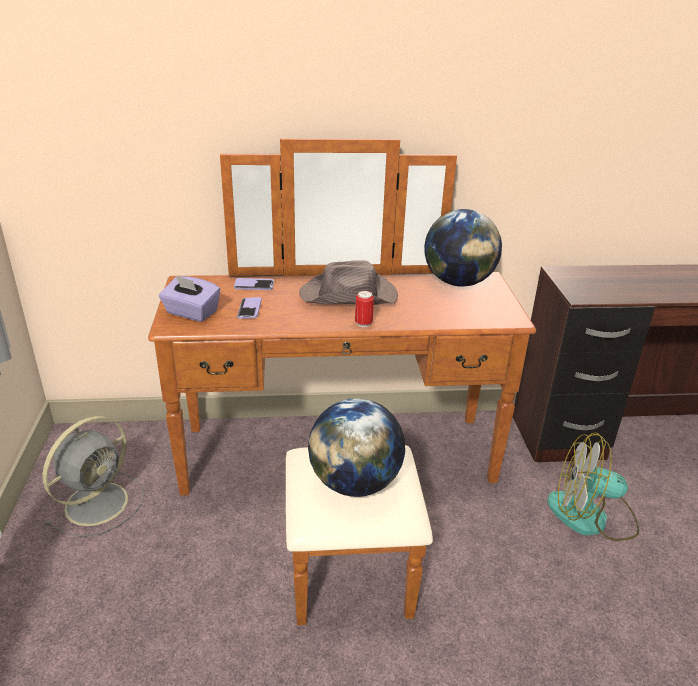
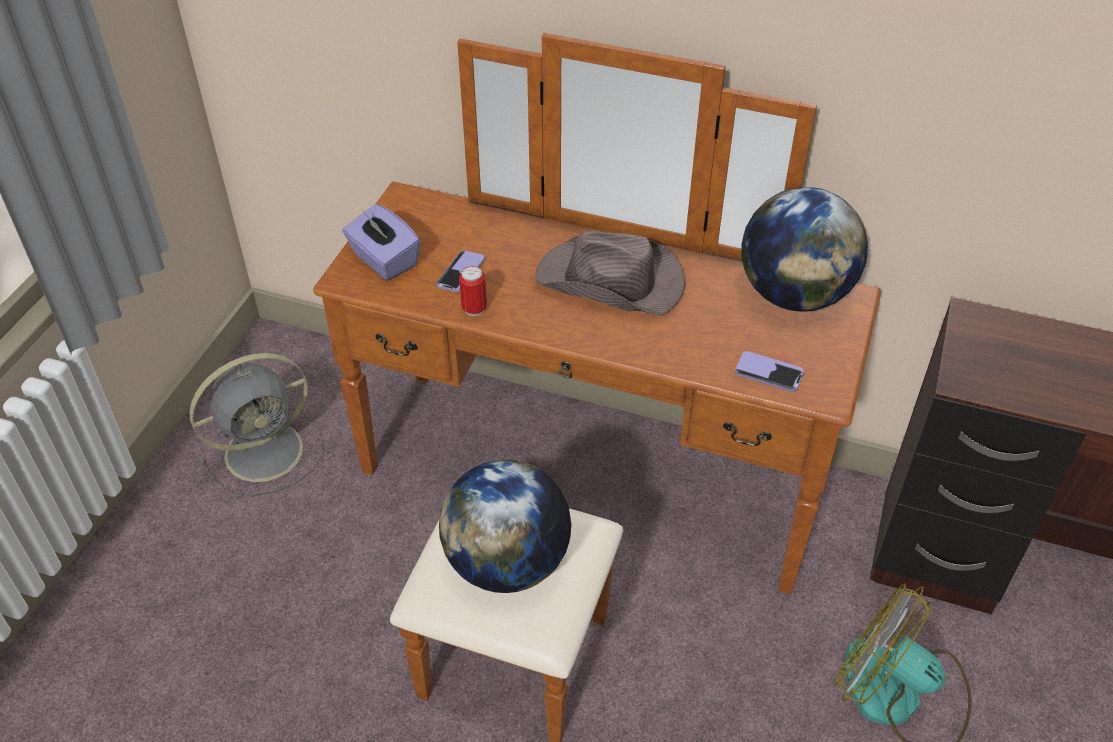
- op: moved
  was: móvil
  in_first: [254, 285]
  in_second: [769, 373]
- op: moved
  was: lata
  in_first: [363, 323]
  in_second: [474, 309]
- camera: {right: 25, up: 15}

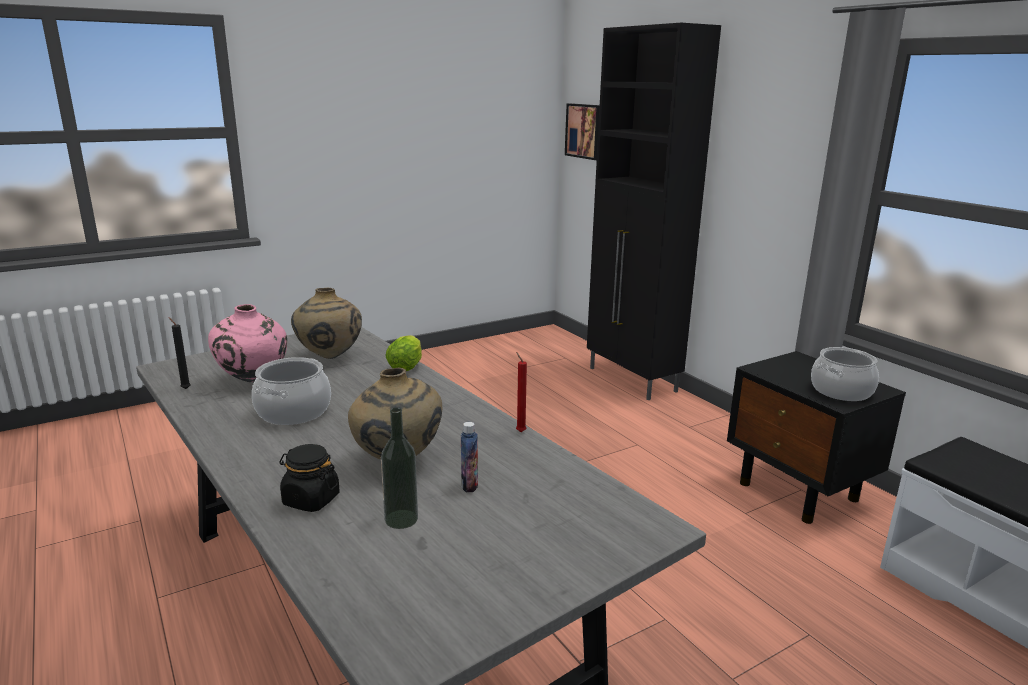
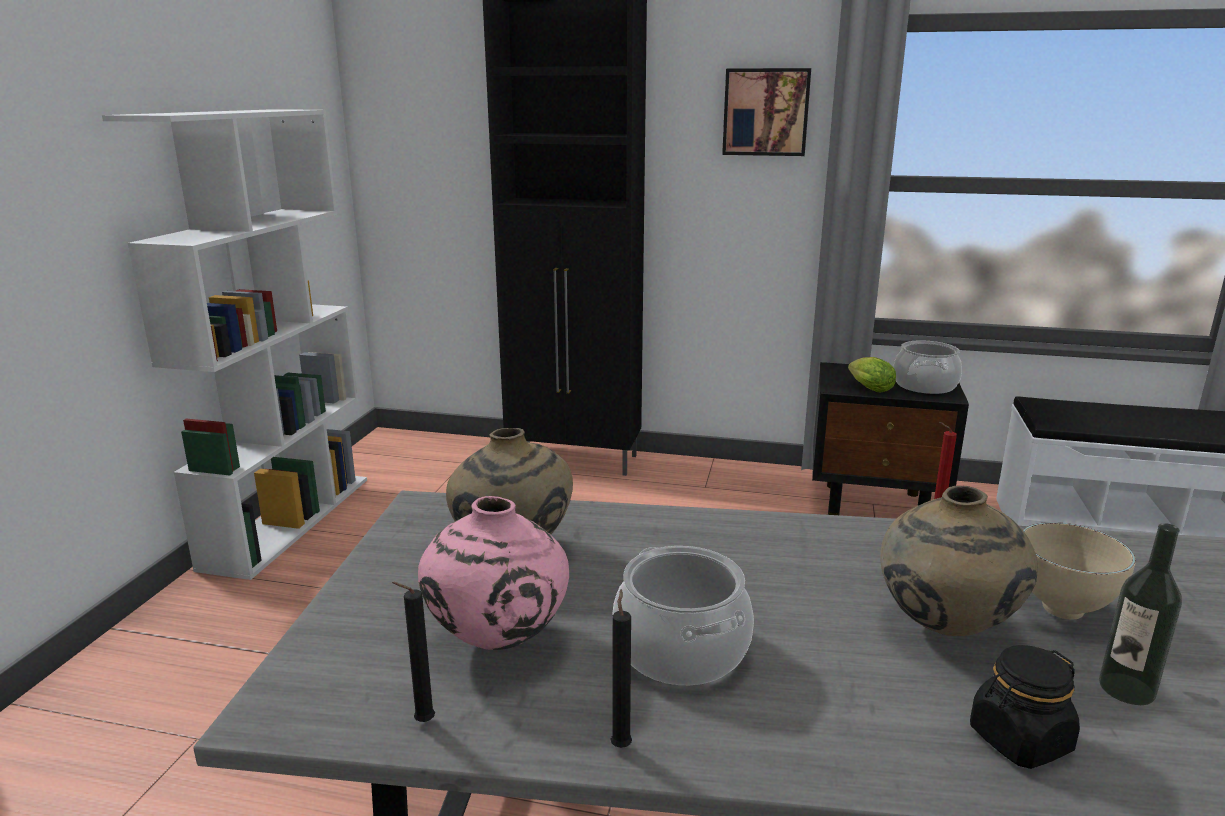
- op: added
  now: estantería (blanco)
  in_second: [288, 520]
- op: added
  now: vela (negro)
  in_second: [621, 744]
- op: moved
  was: lechuga
  in_first: [407, 366]
  in_second: [868, 388]
- op: moved
  was: cuadro
  in_first: [585, 131]
  in_second: [766, 112]
- op: replaced
  was: botella
  now: cuenco (beis)
  in_first: [469, 485]
  in_second: [1059, 610]
- camera: {right: -45, up: 0}

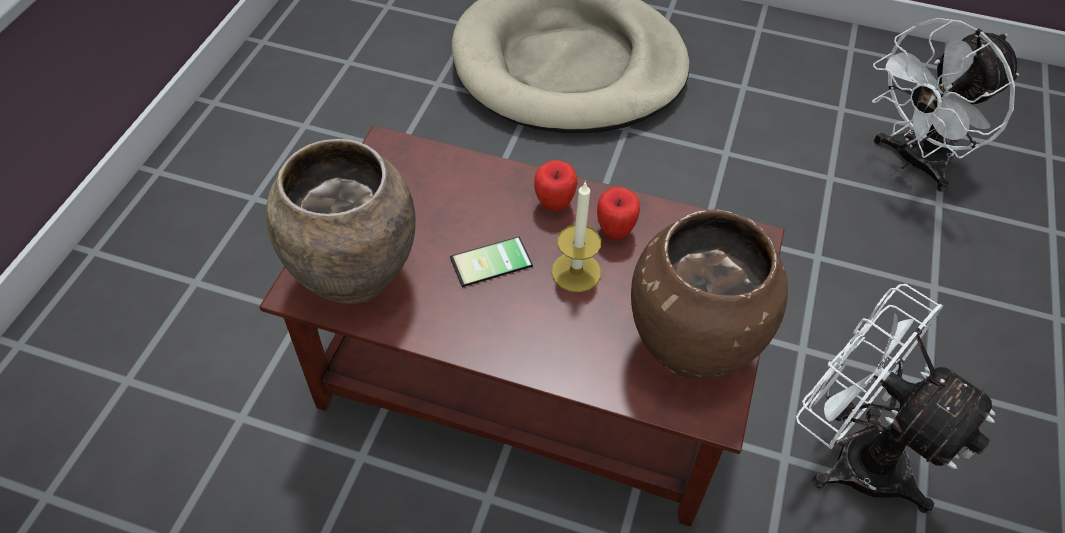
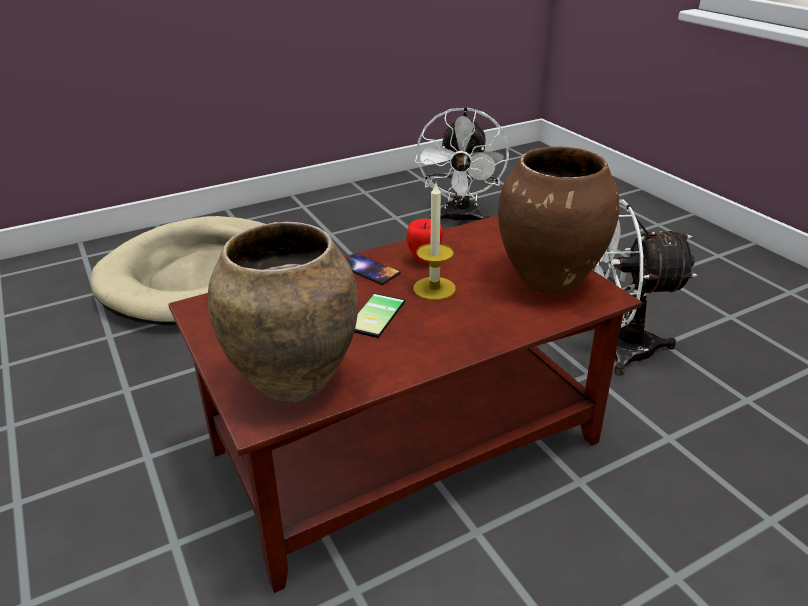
- op: replaced
  was: manzana
  now: móvil
  in_first: [554, 205]
  in_second: [369, 269]
- camera: {right: -45, up: -20}

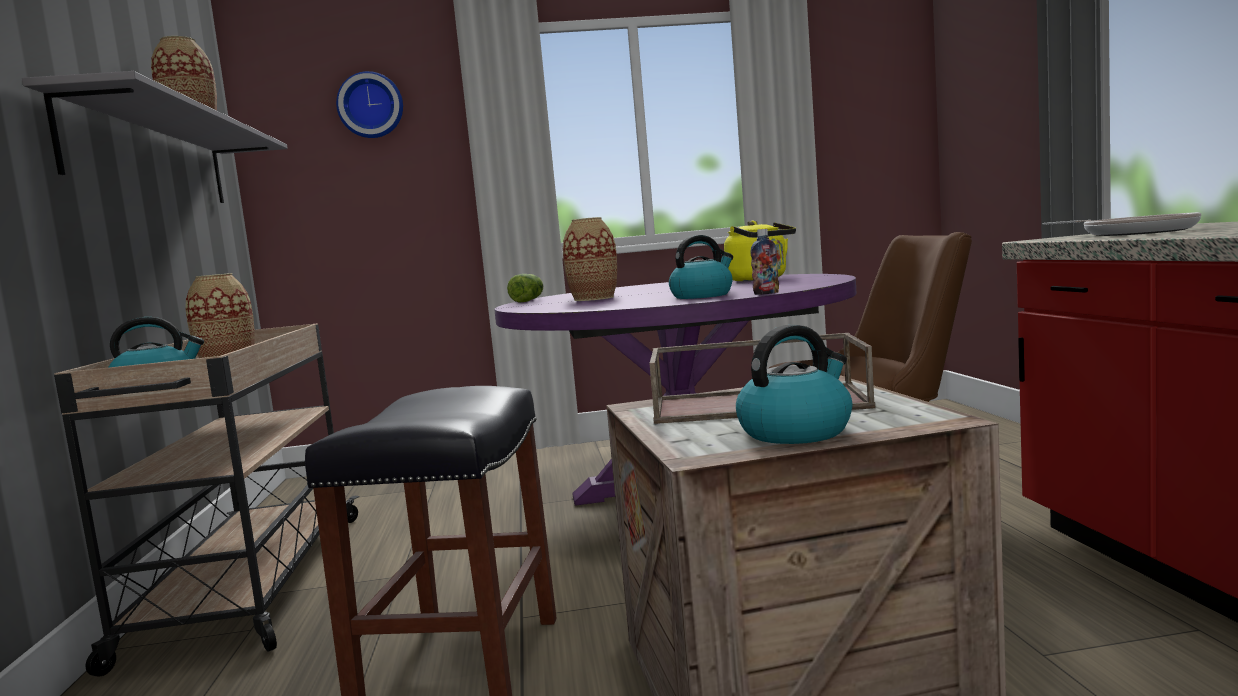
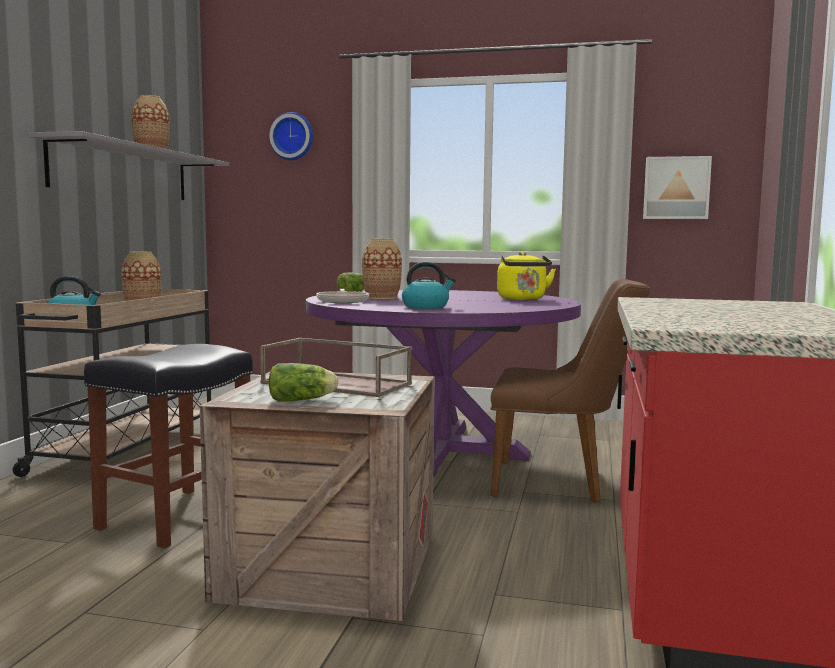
- op: removed
  was: botella
  in_first: [766, 293]
- op: added
  now: cuadro
  in_second: [676, 188]
- op: moved
  was: sartén
  in_first: [1132, 233]
  in_second: [343, 301]
- op: replaced
  was: hervidor
  now: lechuga
  in_first: [796, 431]
  in_second: [303, 400]
- camera: {right: 20, up: 0}

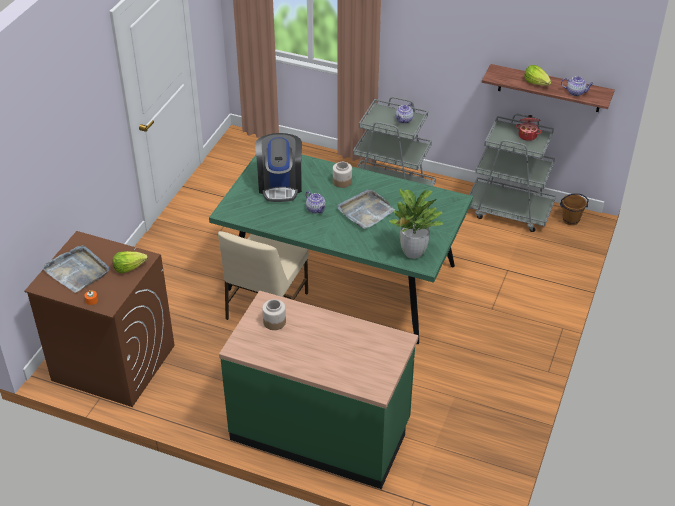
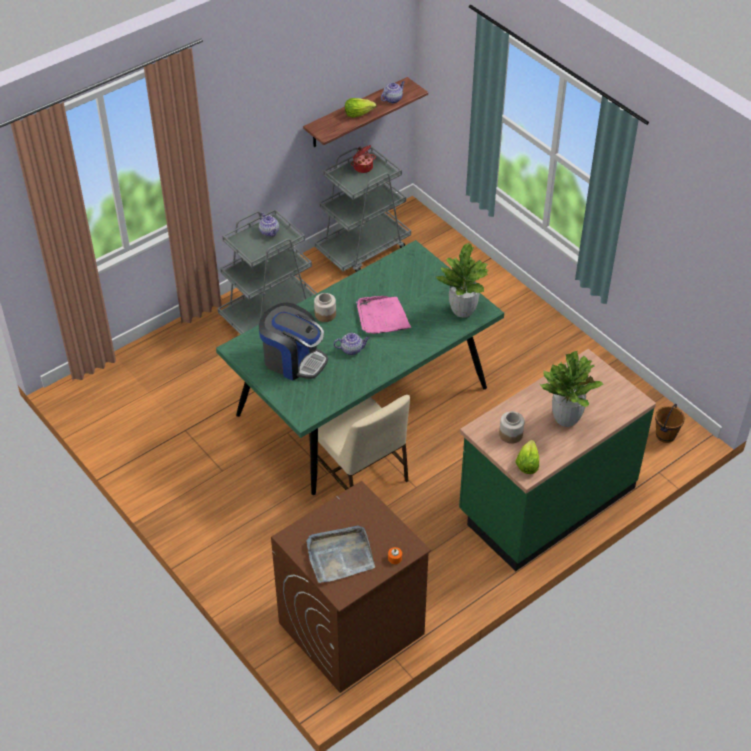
- op: added
  now: planta en maceta
  in_second: [566, 419]
- op: moved
  was: lechuga
  in_first: [129, 267]
  in_second: [527, 464]
- op: moved
  was: cubo (marrón)
  in_first: [570, 220]
  in_second: [665, 435]
- op: recoloured
  was: bandeja (gris)
  now: bandeja (rosa)
  in_first: [365, 211]
  in_second: [382, 317]
- camera: {right: -60, up: 5}

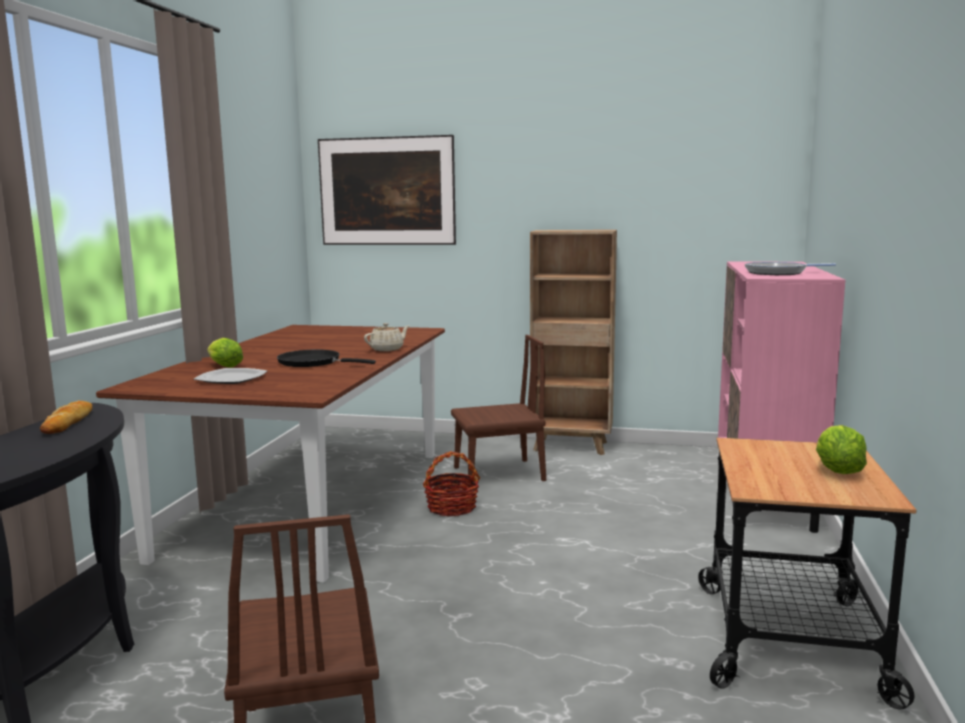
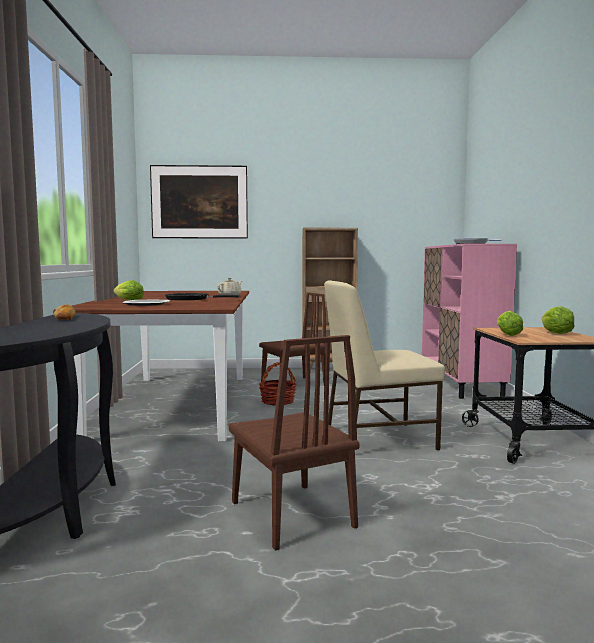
- op: added
  now: silla (beis)
  in_second: [377, 439]
- op: added
  now: lechuga
  in_second: [507, 334]
- camera: {right: -15, up: -5}

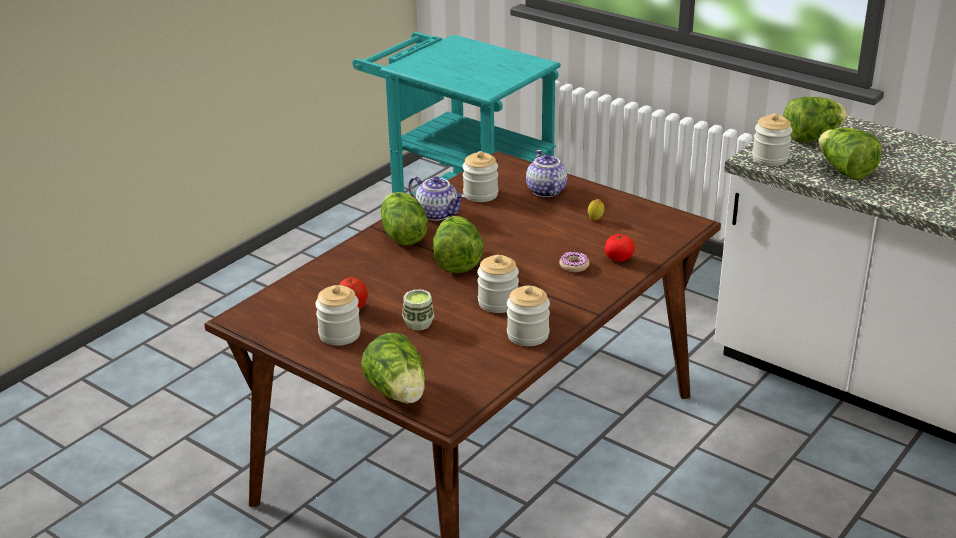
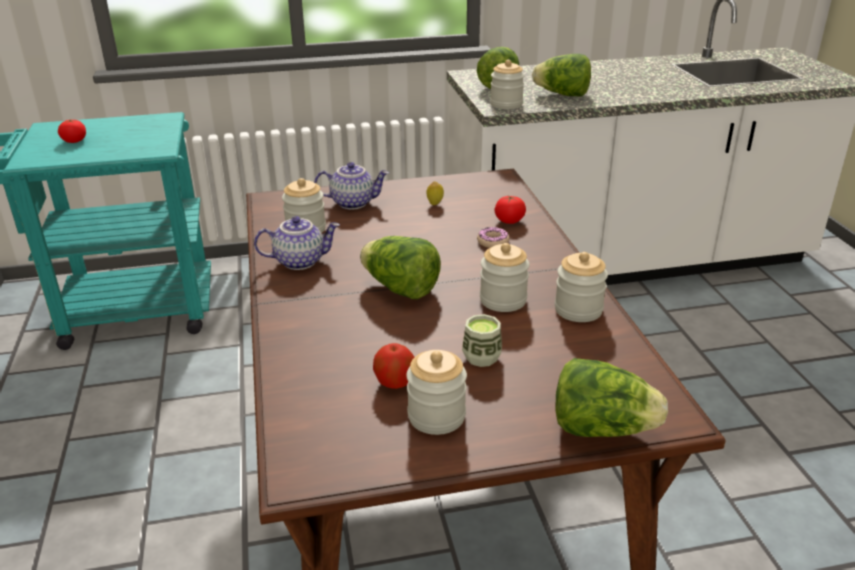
- op: removed
  was: lechuga
  in_first: [402, 236]
- op: added
  now: tomate
  in_second: [74, 141]
- op: turned
  was: tetera
  in_first: [545, 191]
  in_second: [353, 202]
  clockwise: 150
- camera: {right: -50, up: 0}

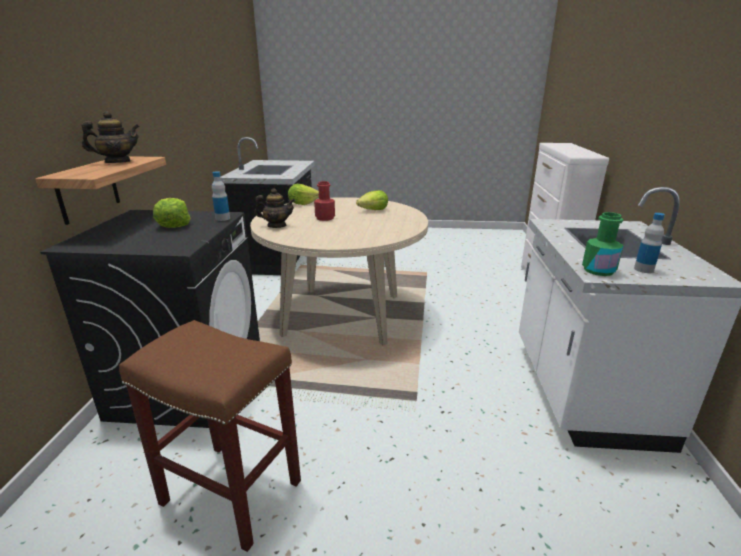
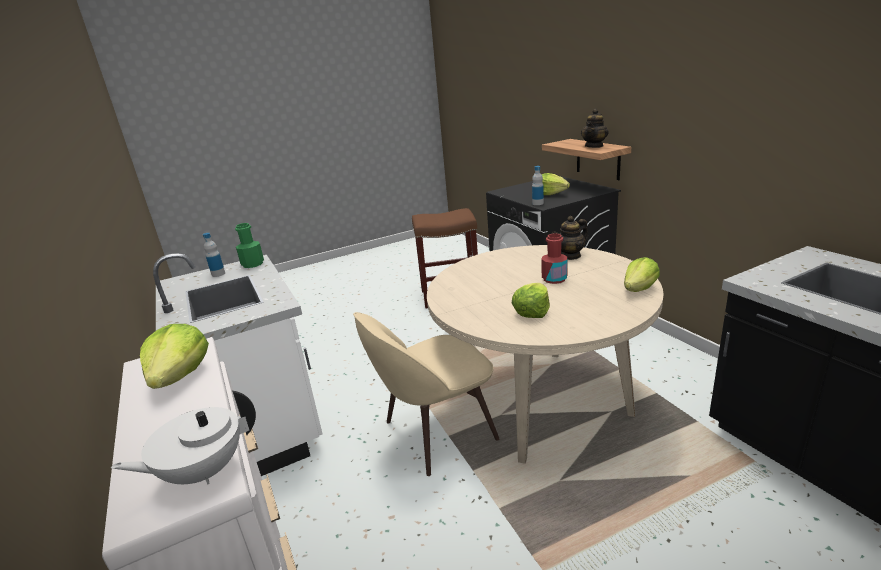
- op: added
  now: tetera (blanco)
  in_second: [203, 471]
- op: added
  now: lechuga
  in_second: [180, 376]
- op: added
  now: silla (beis)
  in_second: [436, 432]
- camera: {right: 150, up: 0}

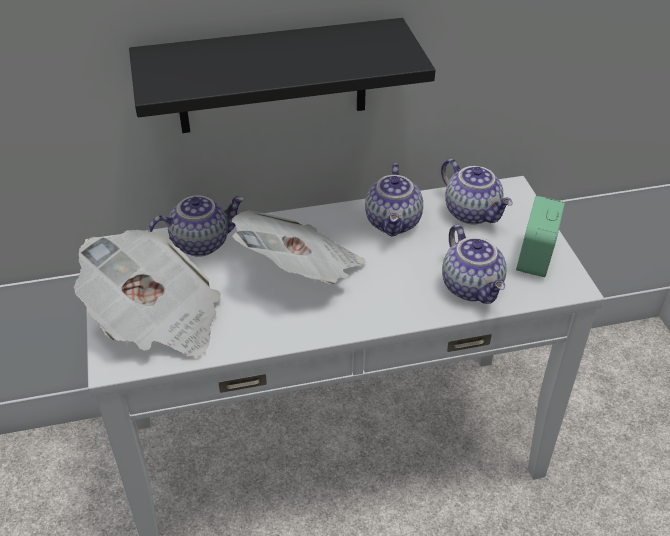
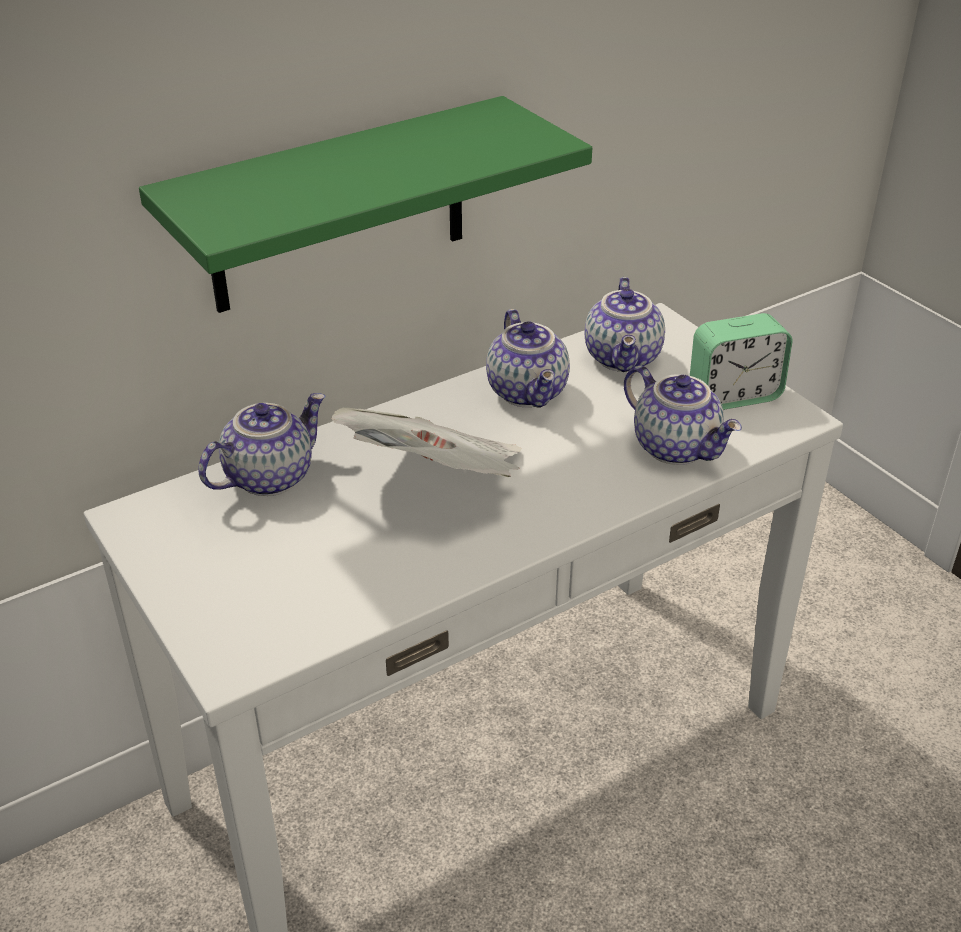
- op: removed
  was: periódico
  in_first: [157, 320]
- op: recoloured
  was: estante (negro)
  now: estante (verde)
  in_first: [272, 77]
  in_second: [339, 207]
- op: turned
  was: tetera
  in_first: [473, 212]
  in_second: [624, 358]
  clockwise: 60
- op: turned
  was: despertador
  in_first: [535, 258]
  in_second: [734, 395]
  clockwise: -105
- camera: {right: -20, up: -5}

